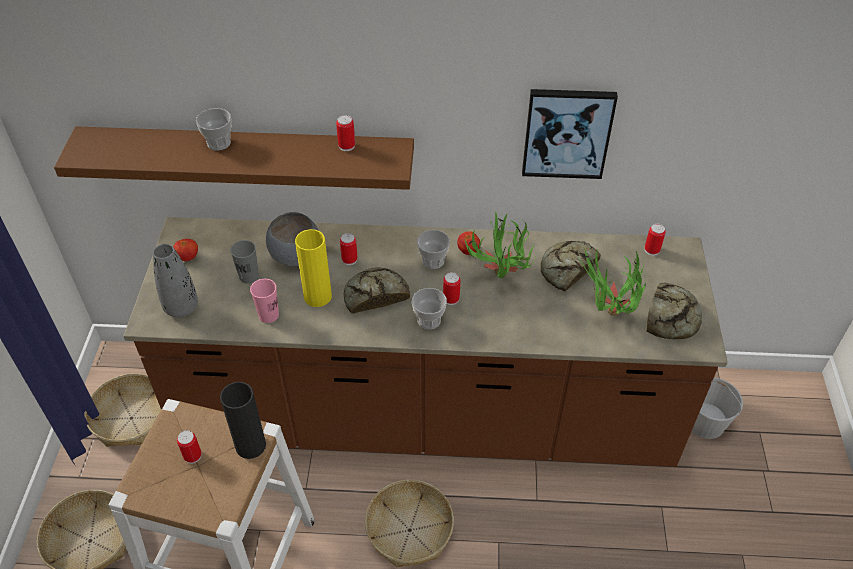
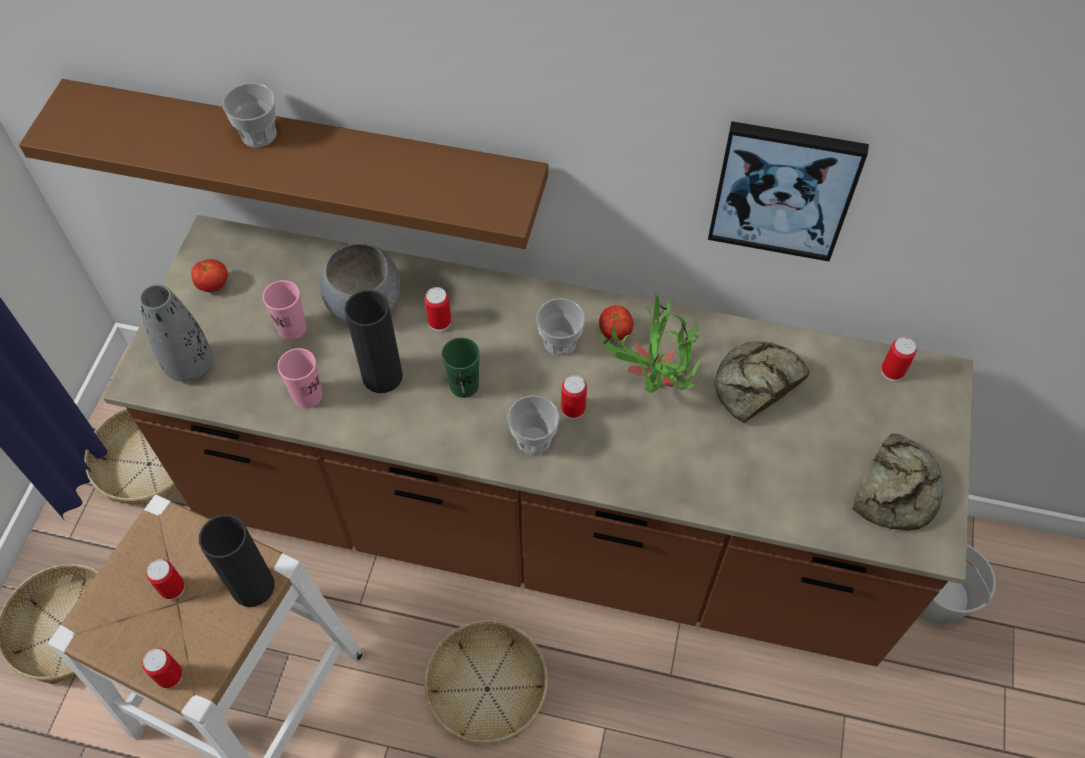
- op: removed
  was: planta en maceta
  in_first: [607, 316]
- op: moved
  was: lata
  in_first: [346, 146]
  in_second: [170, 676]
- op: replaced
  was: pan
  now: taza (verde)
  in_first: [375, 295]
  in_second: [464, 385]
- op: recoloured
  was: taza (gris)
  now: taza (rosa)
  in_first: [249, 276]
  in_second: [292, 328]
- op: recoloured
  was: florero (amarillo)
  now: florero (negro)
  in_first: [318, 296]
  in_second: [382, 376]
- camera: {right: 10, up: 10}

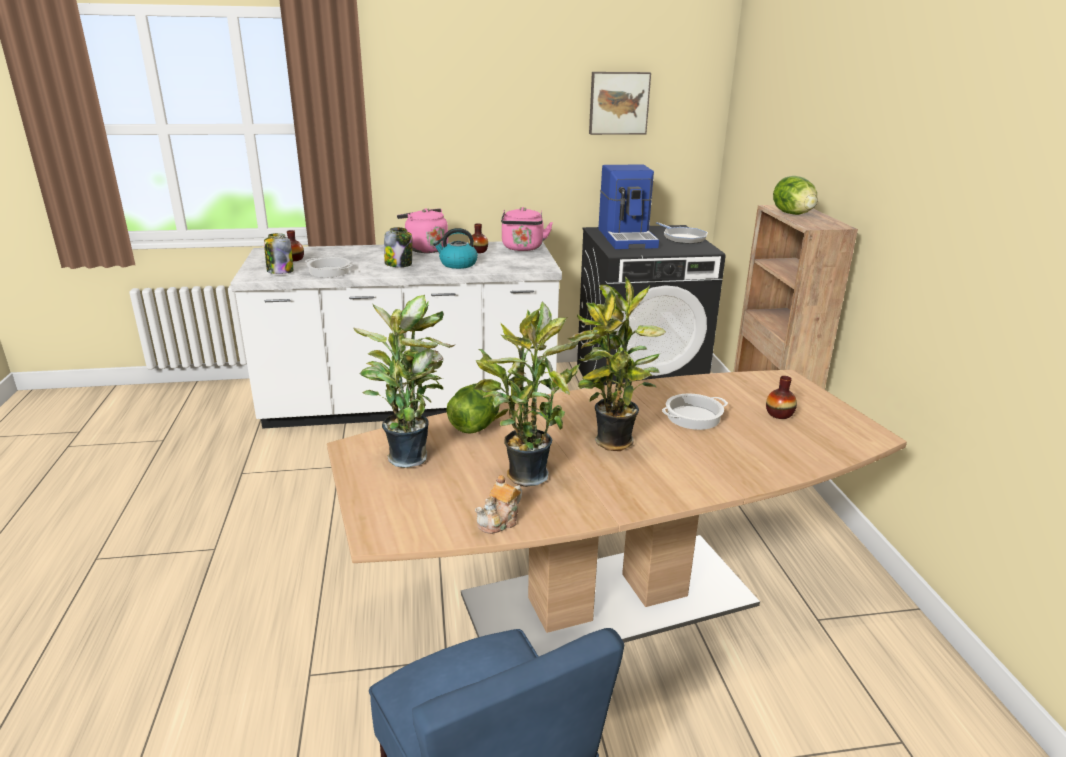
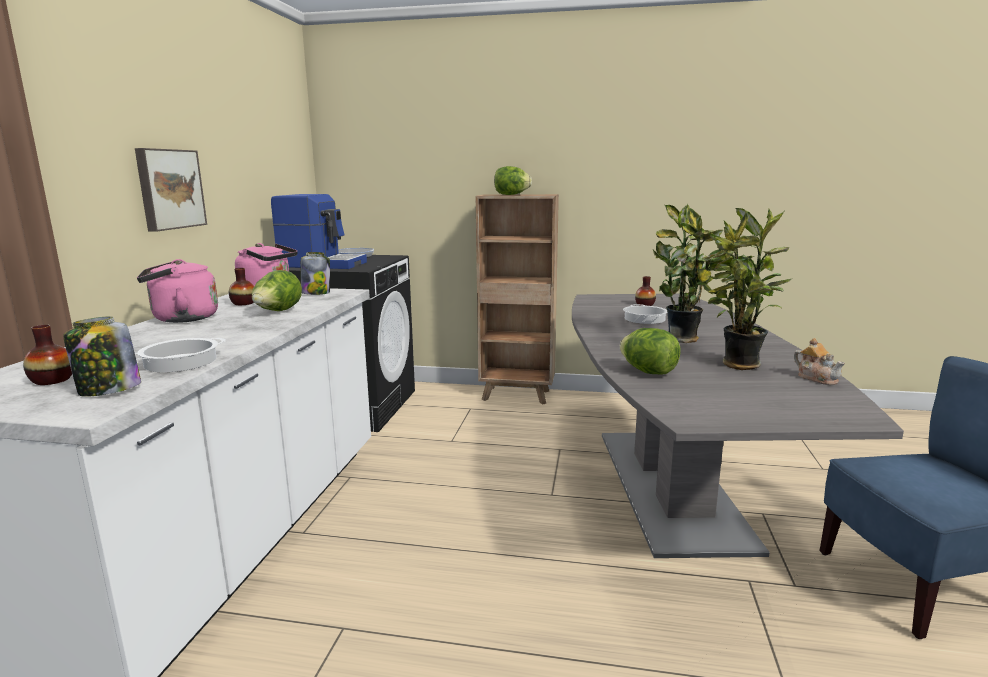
- op: removed
  was: planta en maceta
  in_first: [409, 455]
- op: moved
  was: tarro
  in_first: [399, 264]
  in_second: [316, 293]
- op: moved
  was: cuadro
  in_first: [618, 103]
  in_second: [169, 189]
- op: replaced
  was: hervidor
  now: lechuga
  in_first: [457, 264]
  in_second: [277, 312]
- op: recoloured
  was: mesa de comedor (marrón)
  now: mesa de comedor (gris)
  in_first: [607, 600]
  in_second: [669, 486]
- camera: {right: -70, up: -10}

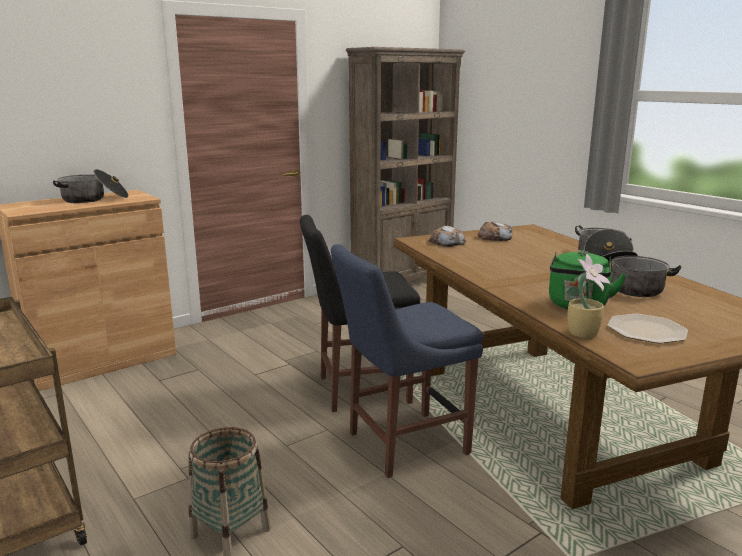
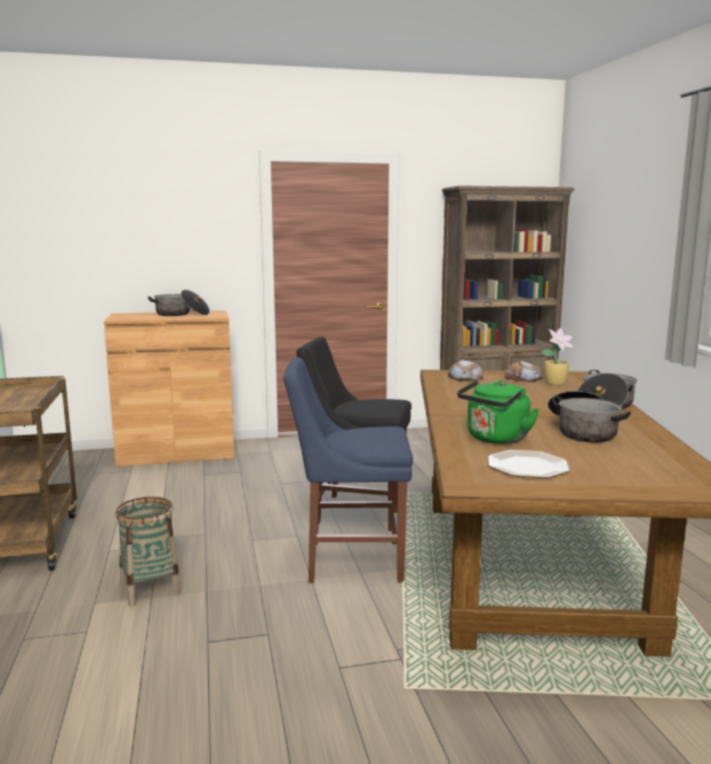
- op: moved
  was: planta en maceta
  in_first: [584, 333]
  in_second: [556, 383]
- camera: {right: 25, up: -5}

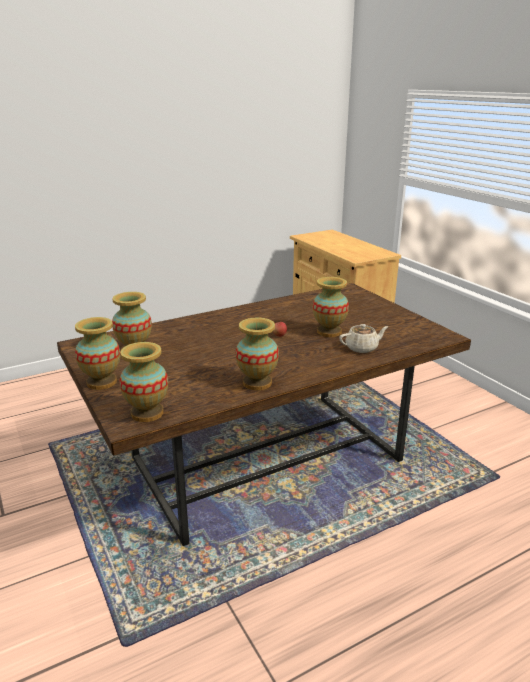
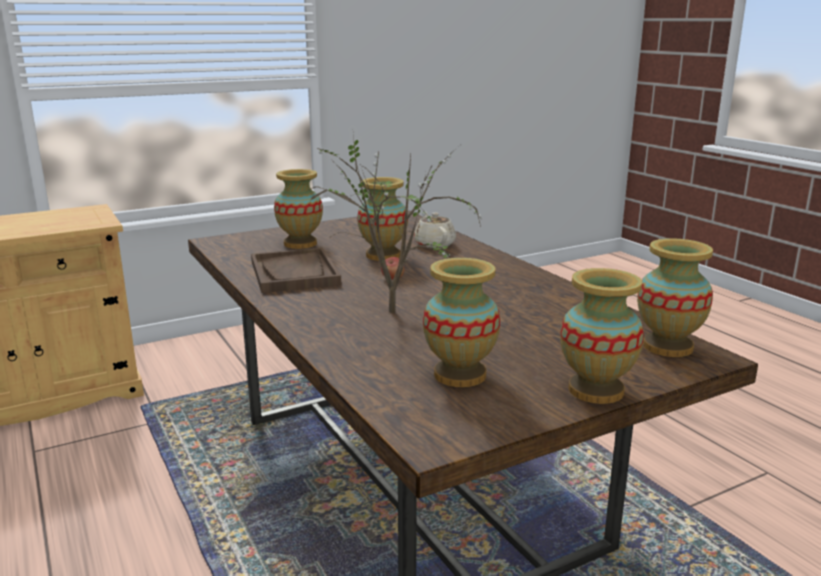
- op: added
  now: bandeja (marrón)
  in_second: [294, 273]
- op: added
  now: planta en maceta
  in_second: [392, 314]
- op: moved
  was: florero
  in_first: [257, 383]
  in_second: [300, 244]
- camera: {right: -90, up: -5}

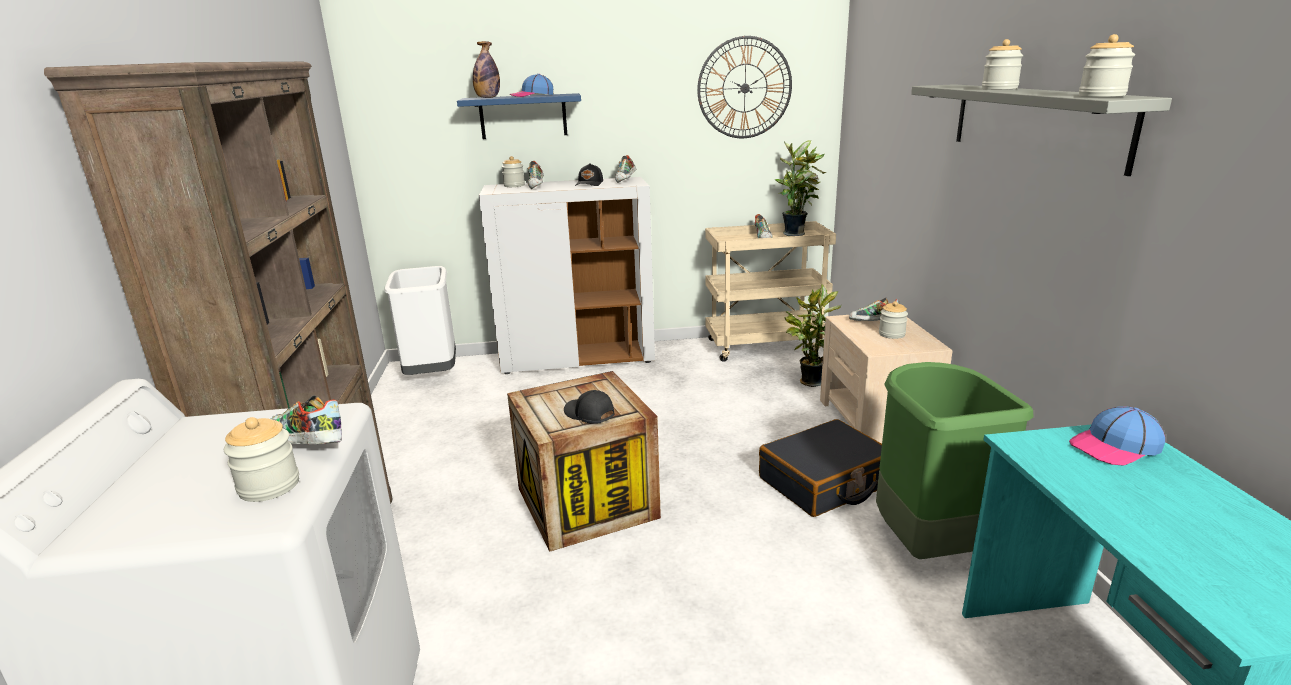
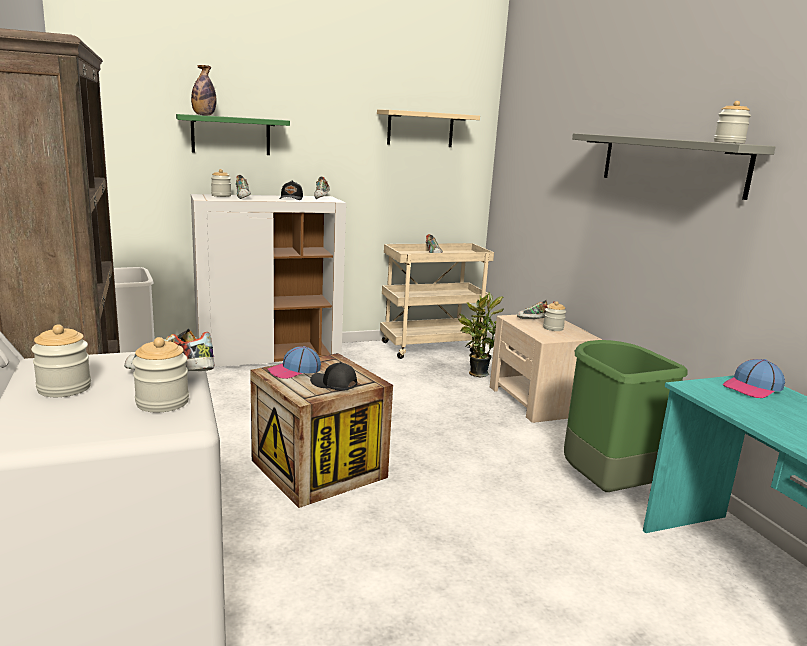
- op: removed
  was: maleta (negro)
  in_first: [825, 482]
- op: removed
  was: planta en maceta
  in_first: [795, 234]
- op: moved
  was: gorra
  in_first: [532, 95]
  in_second: [294, 370]
- op: moved
  was: tarro
  in_first: [999, 89]
  in_second: [64, 388]
- op: replaced
  was: reloj de pared
  now: estante (beis)
  in_first: [744, 88]
  in_second: [420, 129]
- op: recoloured
  was: estante (azul)
  now: estante (verde)
  in_first: [523, 116]
  in_second: [231, 135]
- camera: {right: -15, up: -5}

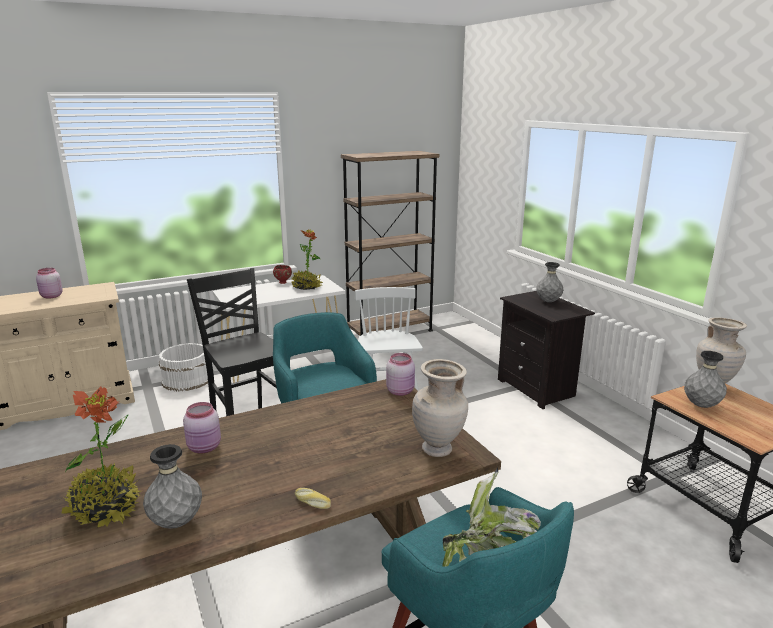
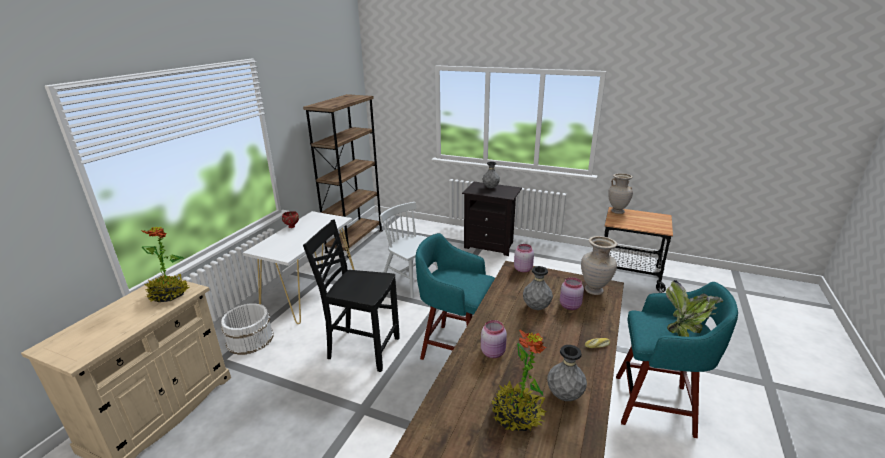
- op: moved
  was: tarro (rosa)
  in_first: [51, 296]
  in_second: [570, 306]
- op: moved
  was: planta en maceta
  in_first: [306, 287]
  in_second: [170, 295]
- op: moved
  was: florero (gris)
  in_first: [701, 405]
  in_second: [536, 307]
- camera: {right: -40, up: 5}

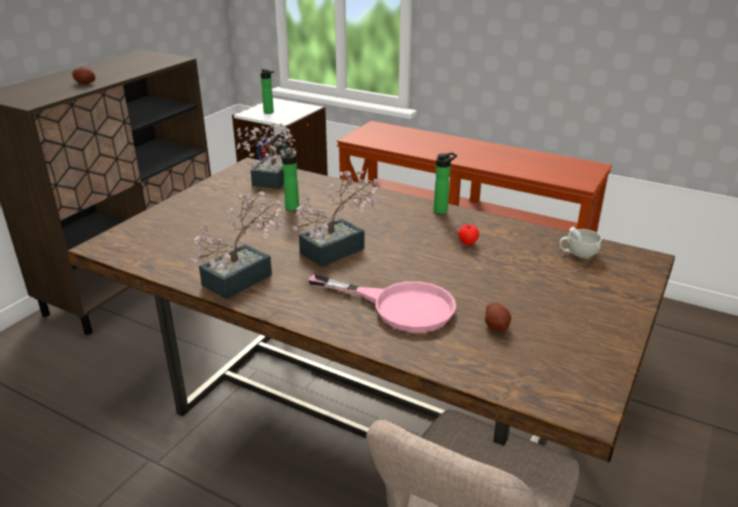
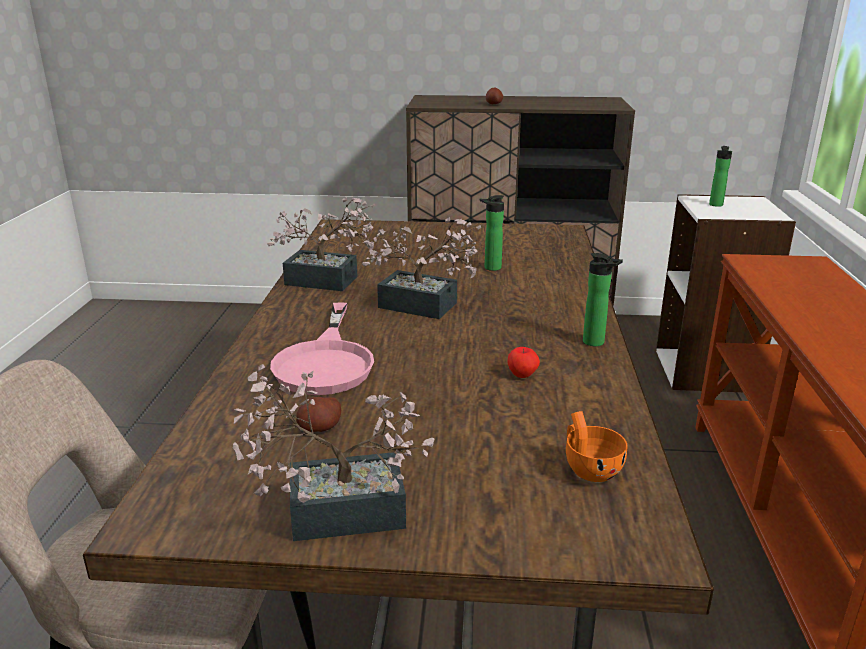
- op: moved
  was: planta en maceta
  in_first: [271, 181]
  in_second: [332, 512]
- op: recoloured
  was: taza (blanco)
  now: taza (naranja)
  in_first: [577, 253]
  in_second: [588, 468]
- camera: {right: 65, up: -5}

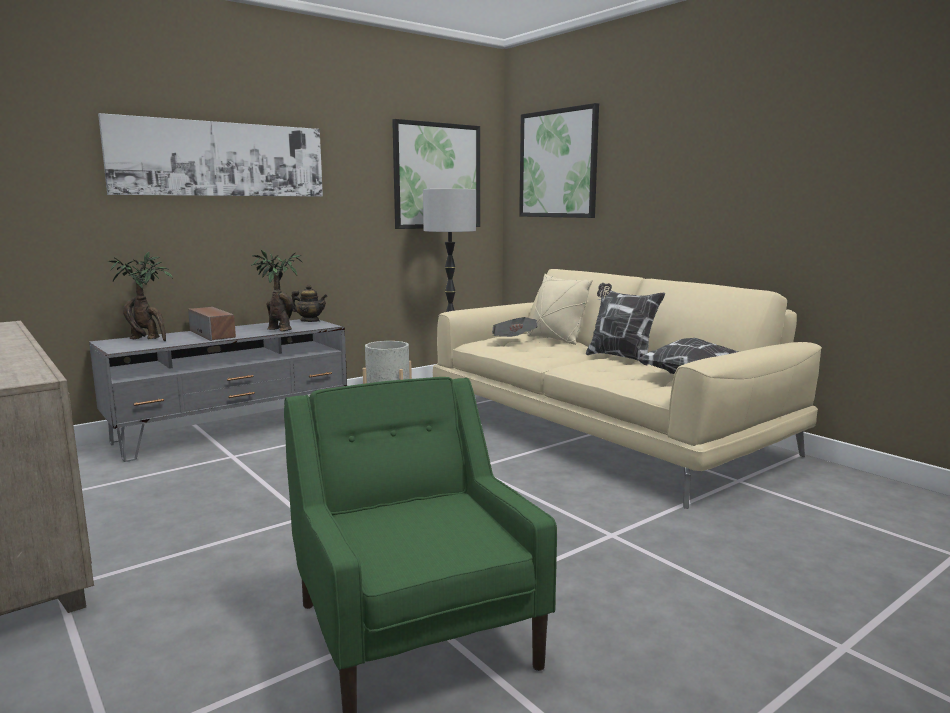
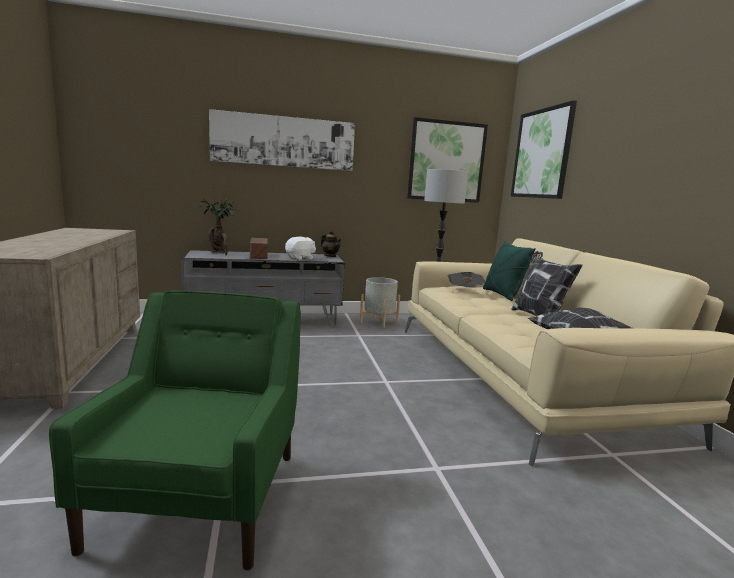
- op: replaced
  was: planta en maceta
  now: peluche (blanco)
  in_first: [278, 330]
  in_second: [300, 258]
- op: recoloured
  was: cojín (beis)
  now: cojín (verde)
  in_first: [556, 339]
  in_second: [502, 295]
- camera: {right: 25, up: 0}

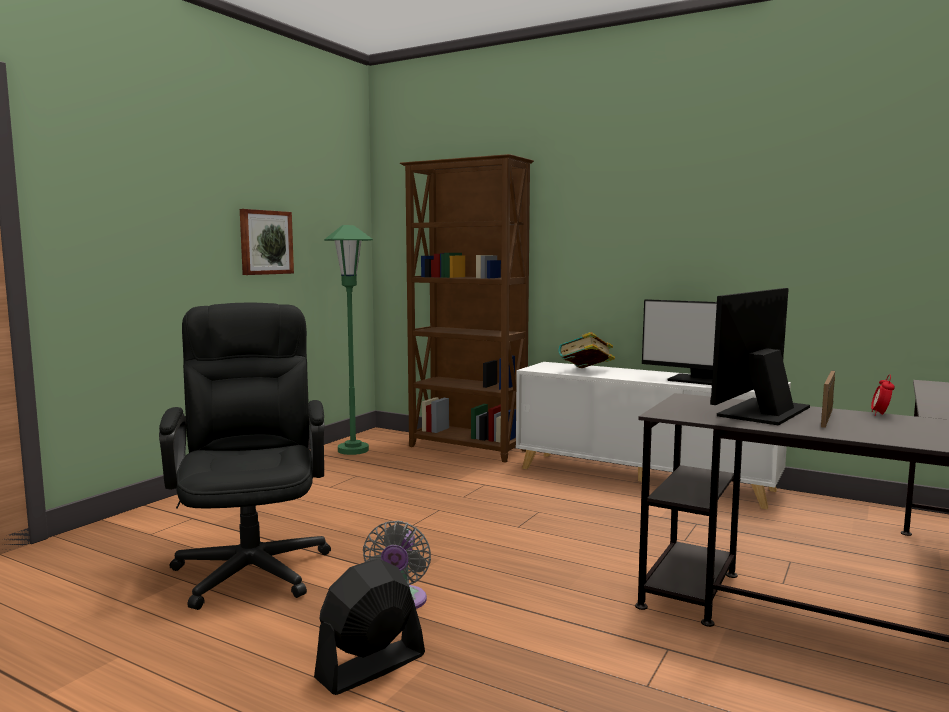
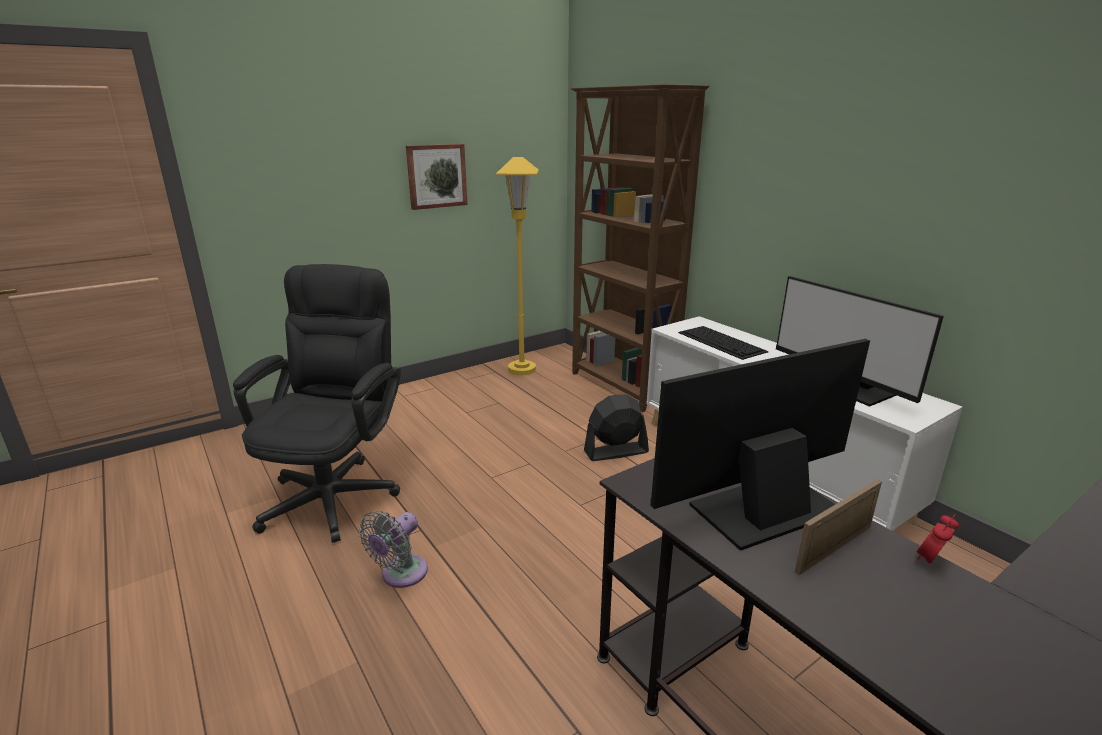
- op: moved
  was: ventilador (negro)
  in_first: [370, 667]
  in_second: [615, 451]
- op: replaced
  was: libro
  now: teclado
  in_first: [586, 371]
  in_second: [722, 342]
- op: recoloured
  was: lámpara de pie (verde)
  now: lámpara de pie (amarillo)
  in_first: [353, 450]
  in_second: [522, 369]
- camera: {right: 25, up: 15}

